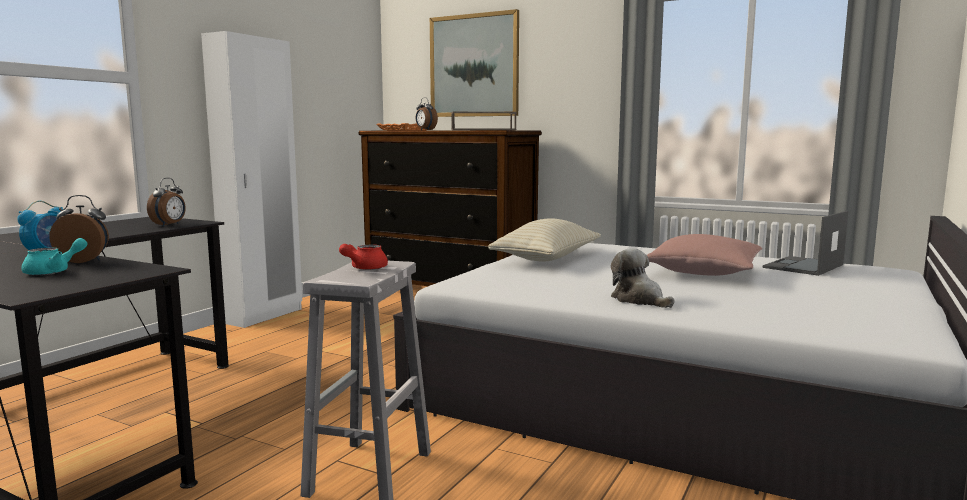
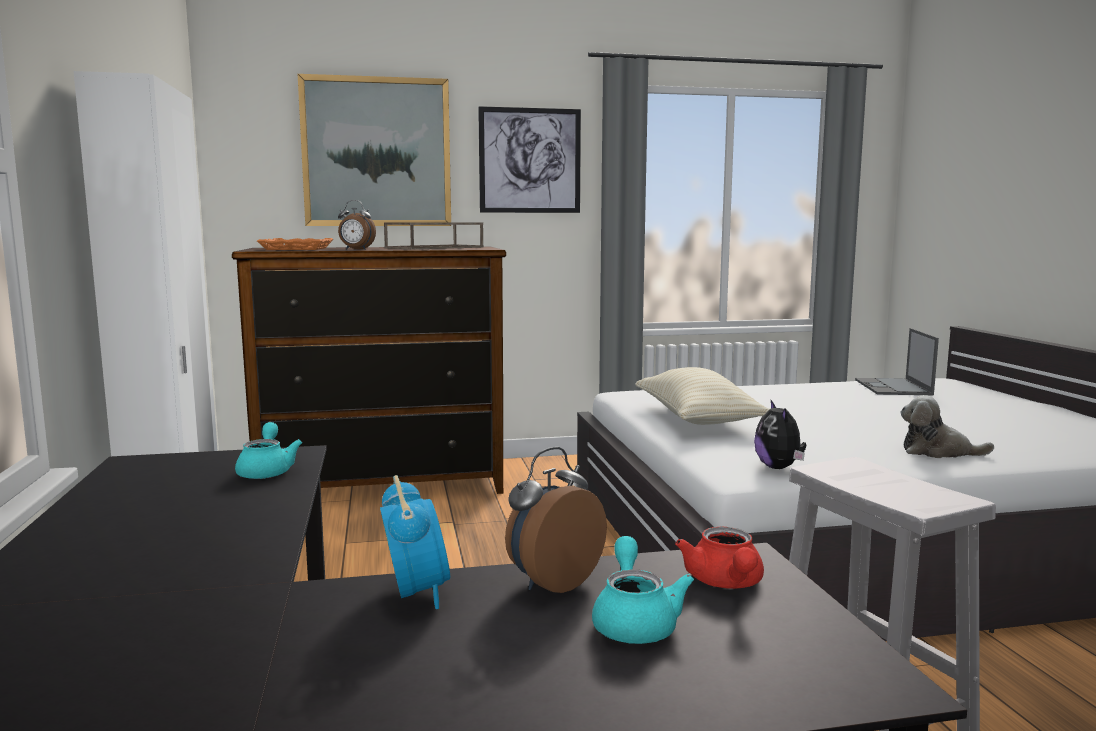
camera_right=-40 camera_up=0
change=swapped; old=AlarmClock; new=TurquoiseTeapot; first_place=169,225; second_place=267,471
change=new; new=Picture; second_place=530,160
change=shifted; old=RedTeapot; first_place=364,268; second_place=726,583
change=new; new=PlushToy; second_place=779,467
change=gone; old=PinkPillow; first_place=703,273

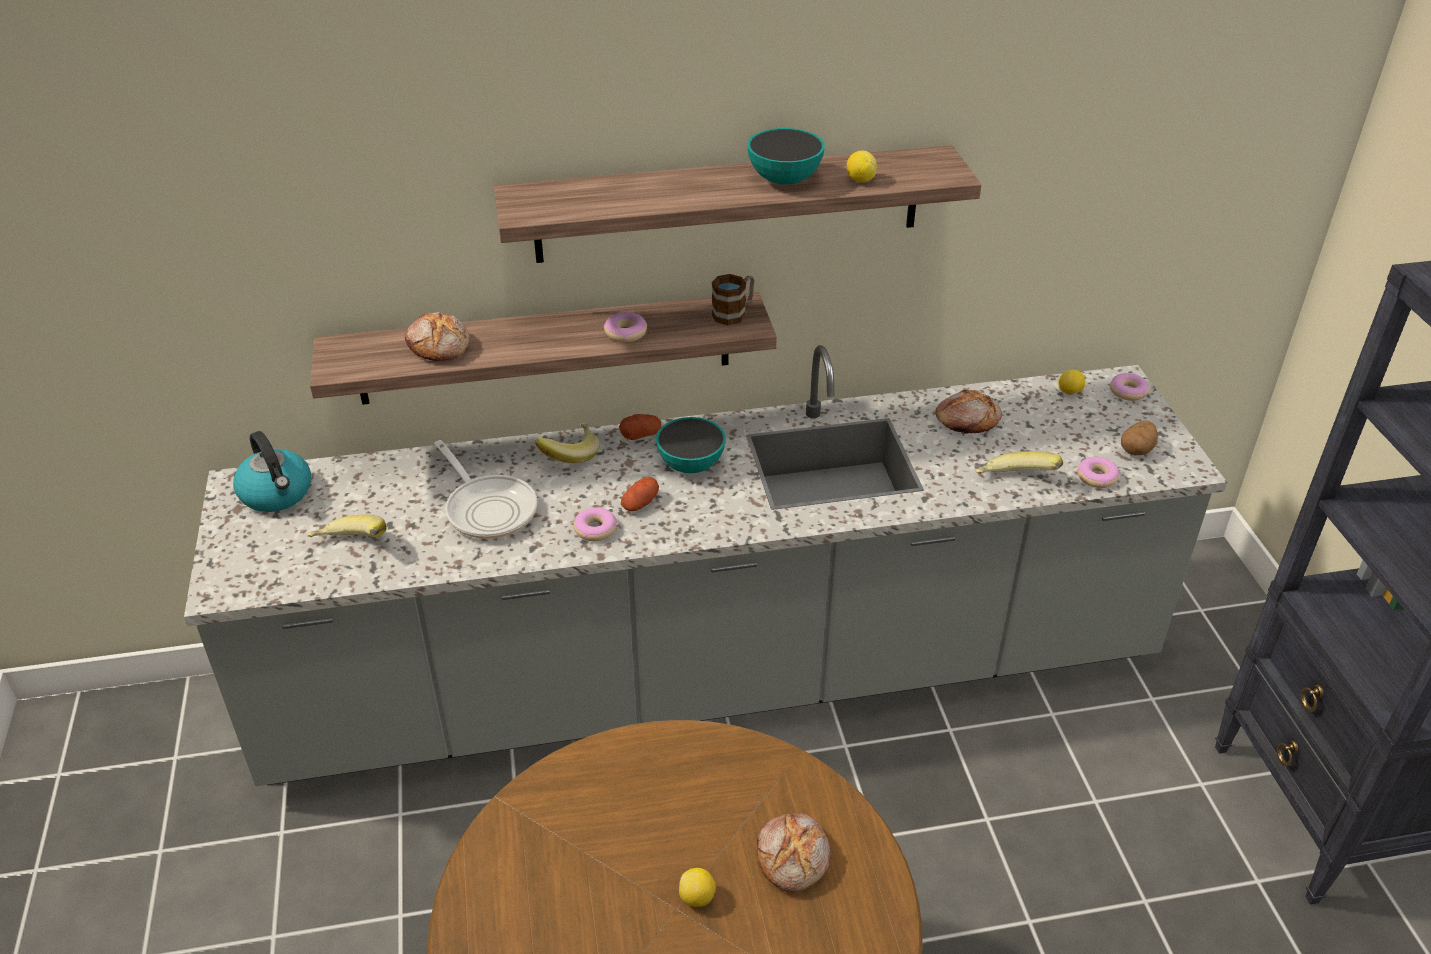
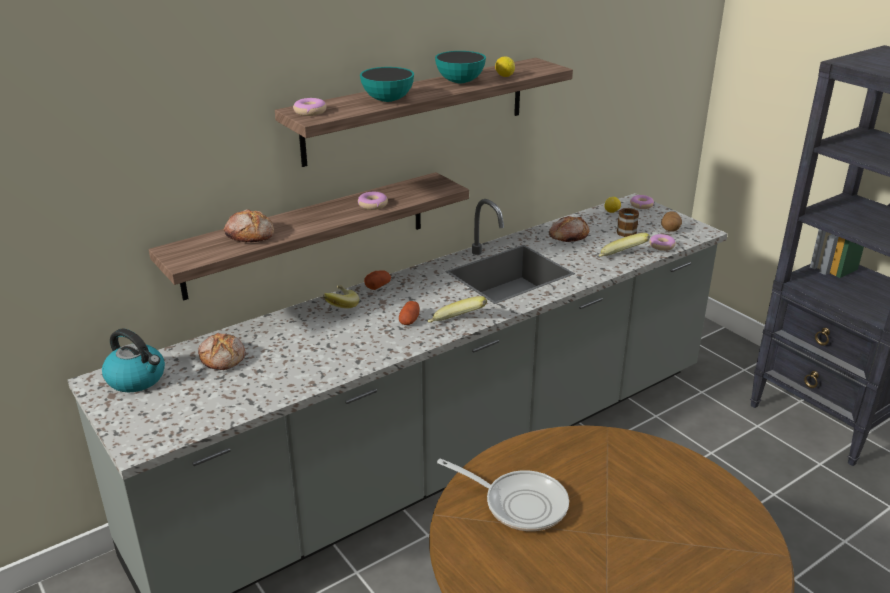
camera_right=-25 camera_up=-10
change=shifted; old=Bread; first_place=794,857; second_place=223,358
change=shifted; old=Donut; first_place=595,529; second_place=310,112
change=shifted; old=Bowl; first_place=691,465; second_place=387,100
change=shifted; old=Banana; first_place=351,547; second_place=456,324
change=shifted; old=FryingPan; first_place=488,508; second_place=519,503
change=shifted; old=Mug; first_place=734,313; second_place=627,231
change=gone; old=Lemon; first_place=697,898

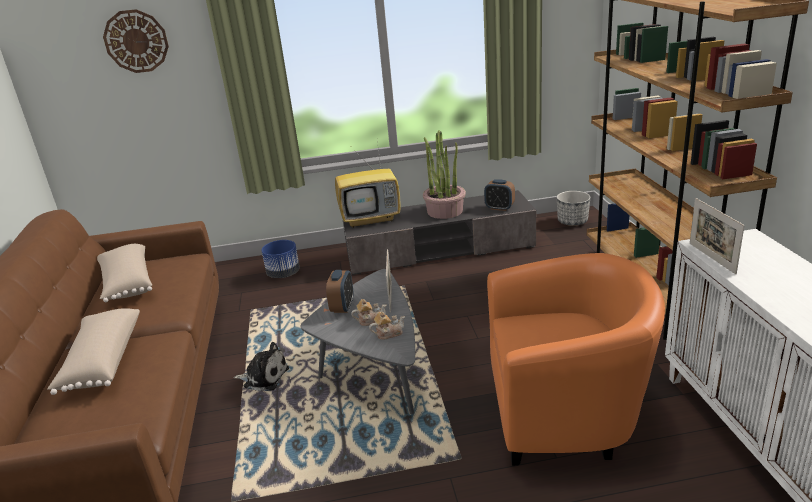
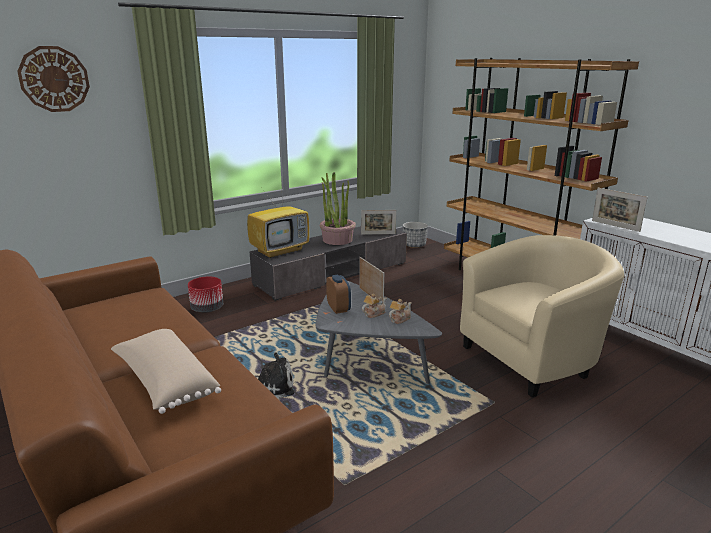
camera_right=-30 camera_up=-5
change=repainted; old=BluePlanter; new=RedPlanter; first_place=284,274; second_place=207,309
change=swapped; old=AlarmClock; new=PictureFrame; first_place=499,208; second_place=378,234
change=repainted; old=OrangeArmchair; new=BeigeArmchair; first_place=566,414; second_place=533,358
change=gone; old=BeigePillow; first_place=127,283

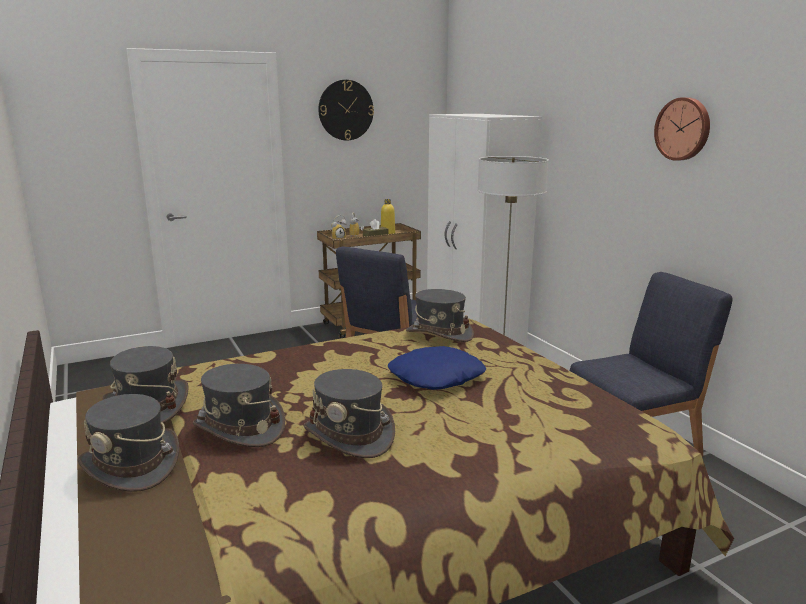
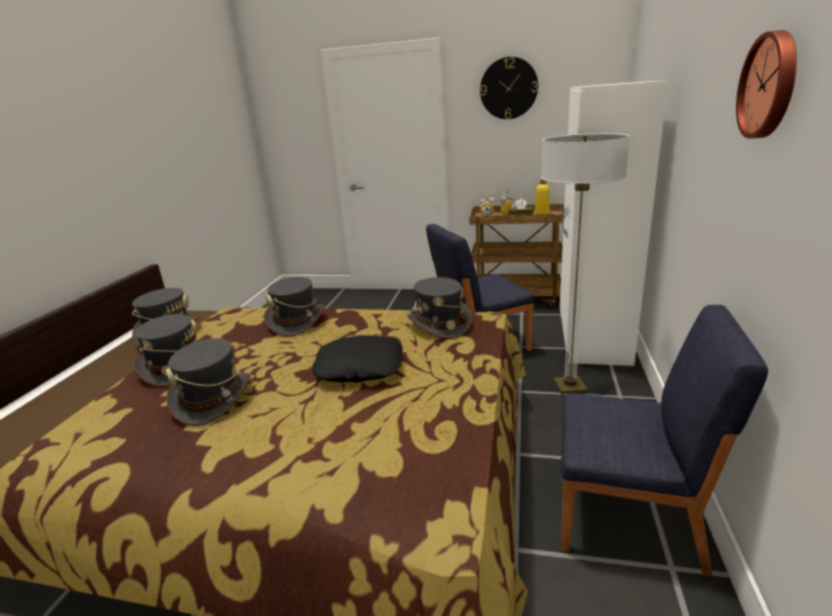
camera_right=40 camera_up=5
change=shifted; old=GreyHat; first_place=132,465; second_place=296,322
change=repainted; old=BluePillow; new=BlackPillow; first_place=436,377; second_place=360,367

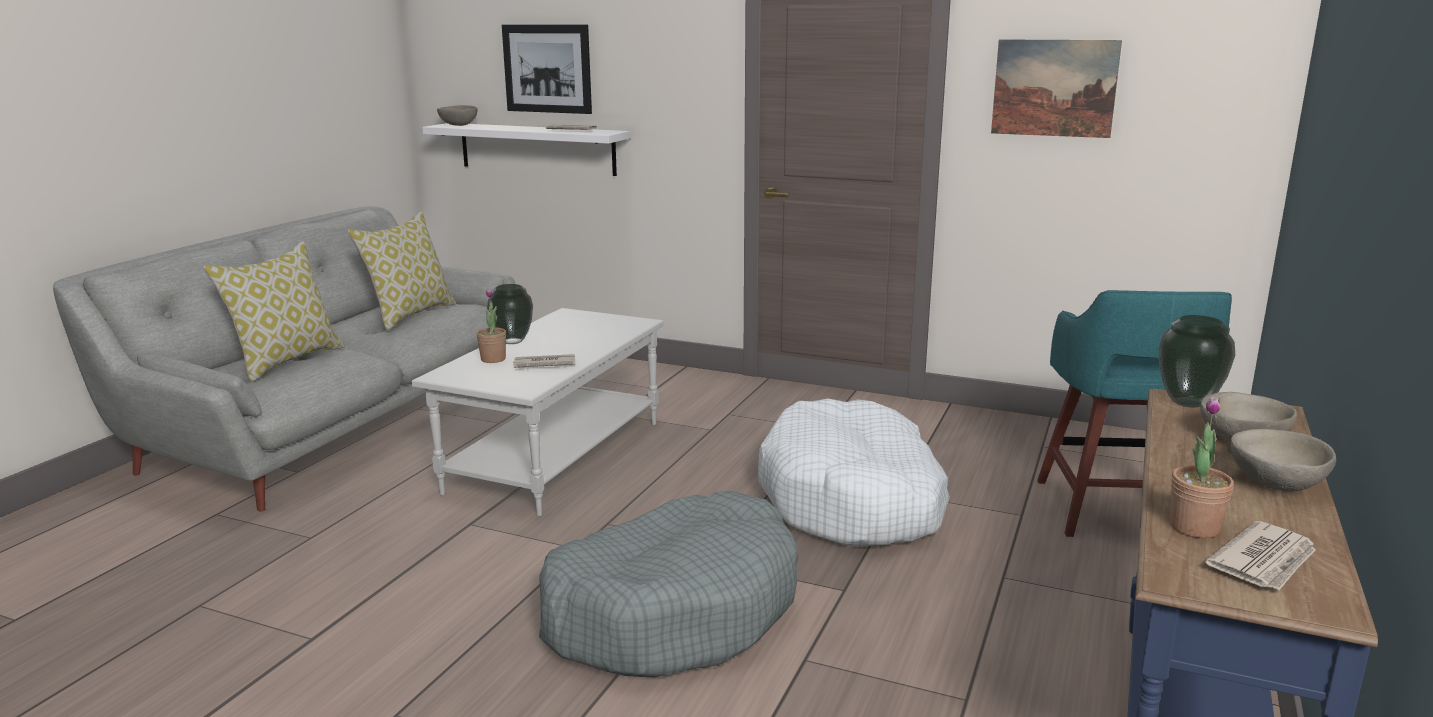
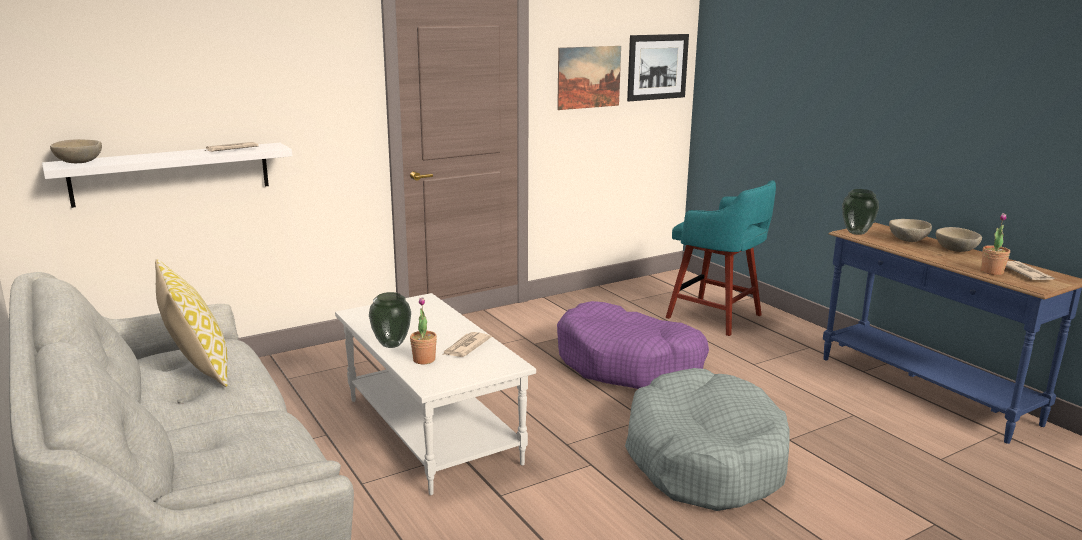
camera_right=-55 camera_up=0
change=repainted; old=WhiteDogBed; new=PurpleDogBed; first_place=853,499; second_place=629,364
change=shifted; old=Picture; first_place=547,68; second_place=657,67
change=gone; old=Pillow; first_place=286,361

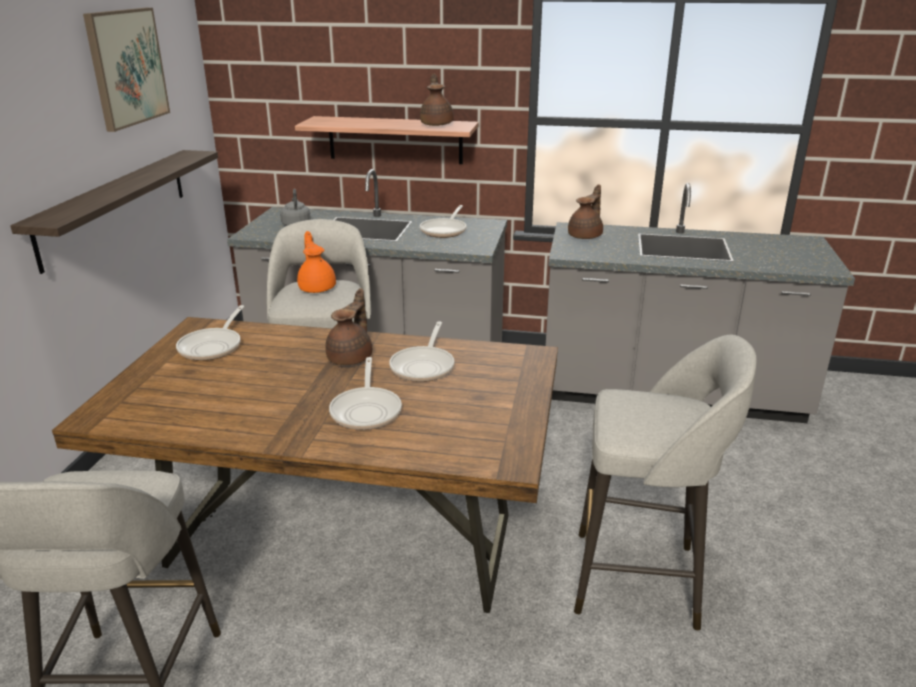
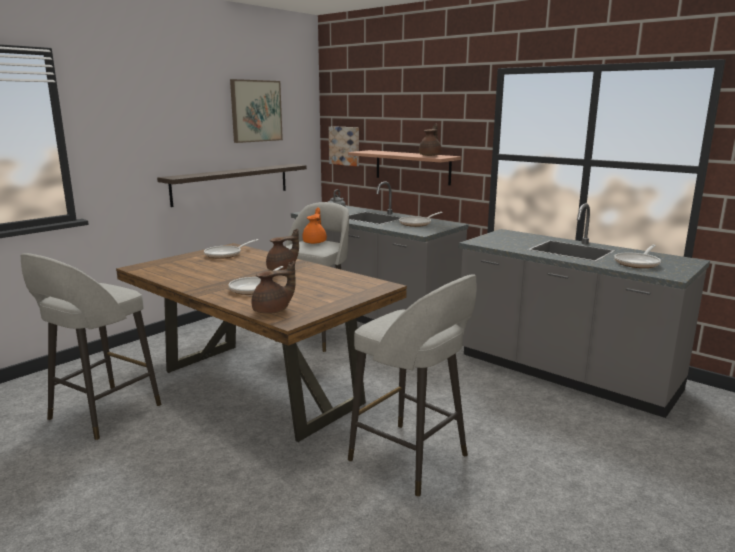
camera_right=30 camera_up=-10
change=shifted; old=BrownTeapot; first_place=586,236; second_place=272,310
change=new; new=Picture; second_place=345,146
change=shifted; old=FryingPan; first_place=424,366; second_place=638,263

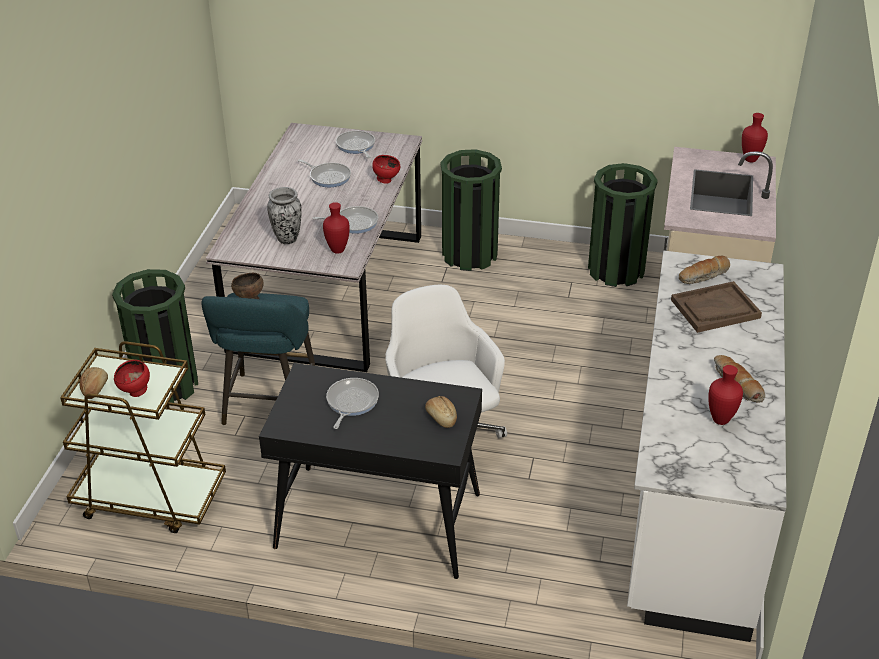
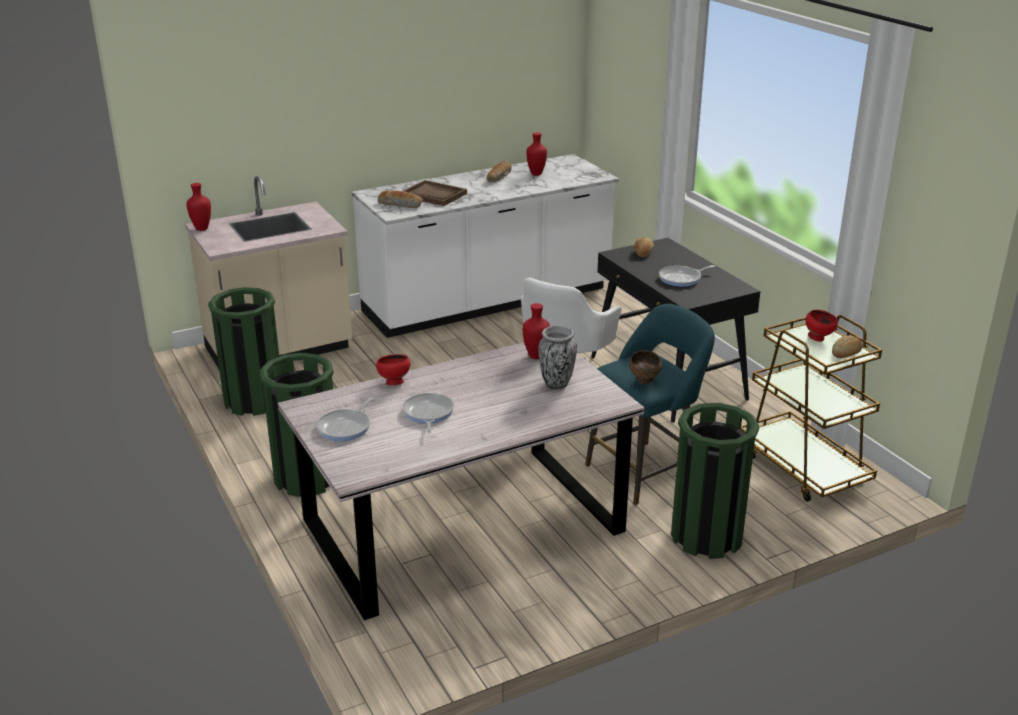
camera_right=-130 camera_up=-10
change=gone; old=FryingPan; first_place=353,223

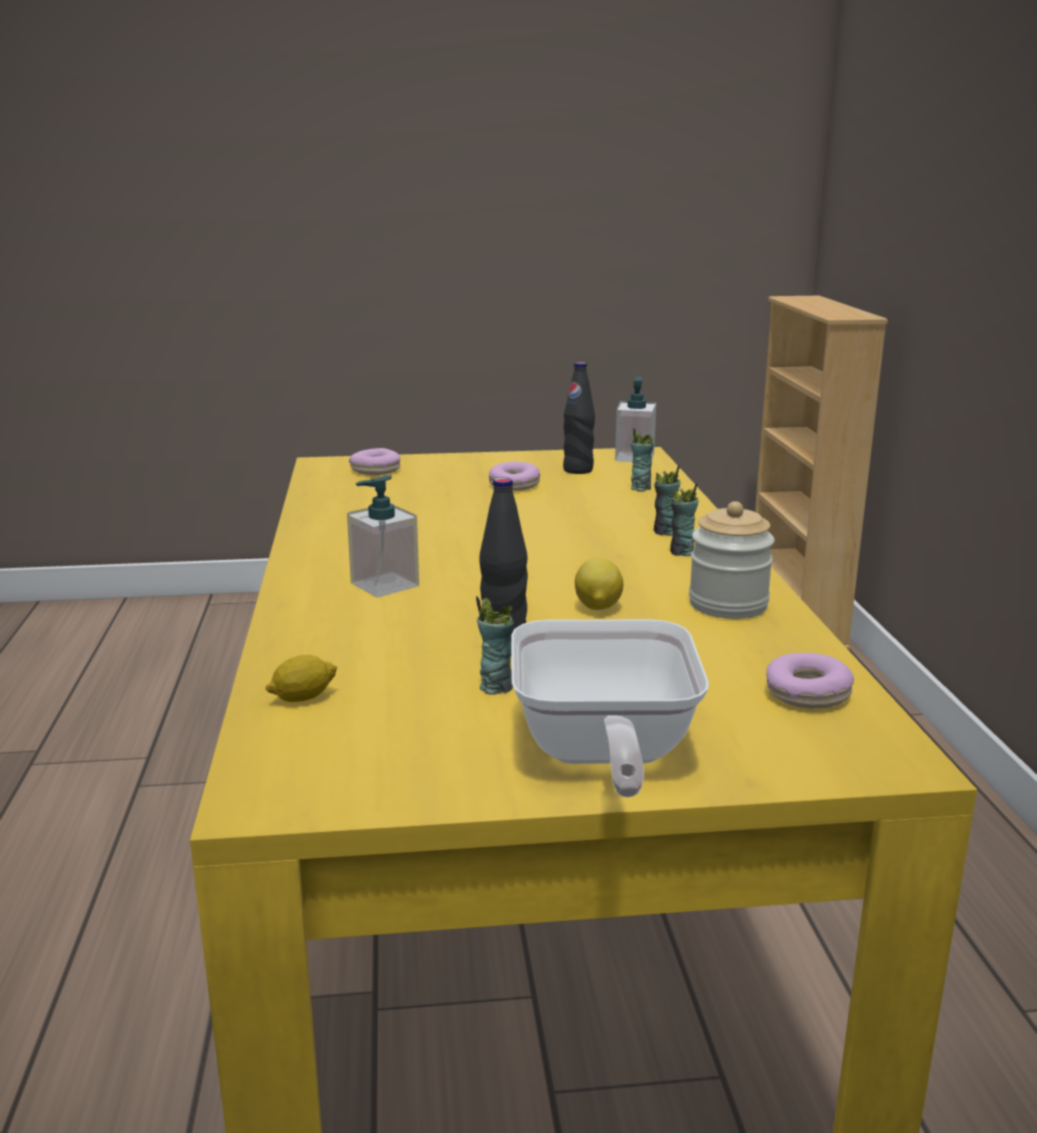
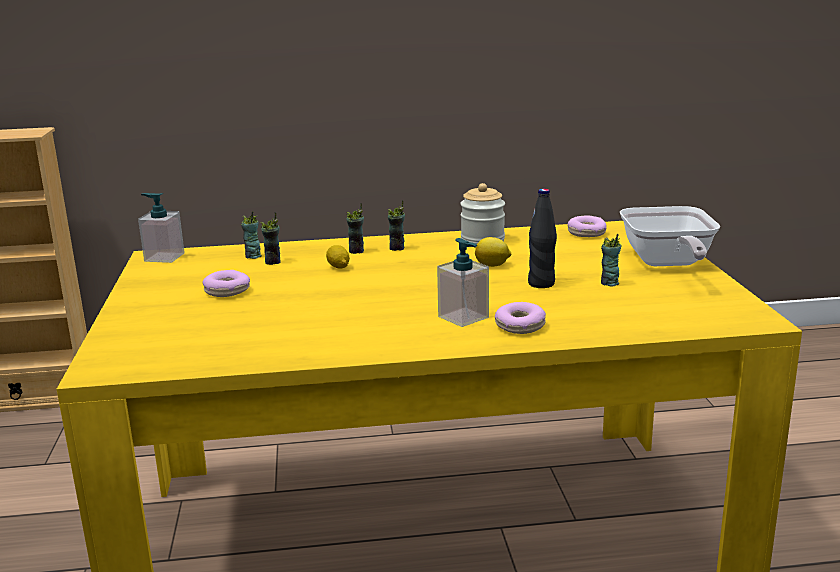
camera_right=-90 camera_up=0
change=new; new=Cup; second_place=273,262
change=shifted; old=Lemon; first_place=302,697; second_place=338,266
change=shifted; old=Donut; first_place=375,470; second_place=520,326
change=rotated; old=FryingPan; first_place=602,755; second_place=667,264; degrees=90
change=gone; old=BlackBottle; first_place=578,470

